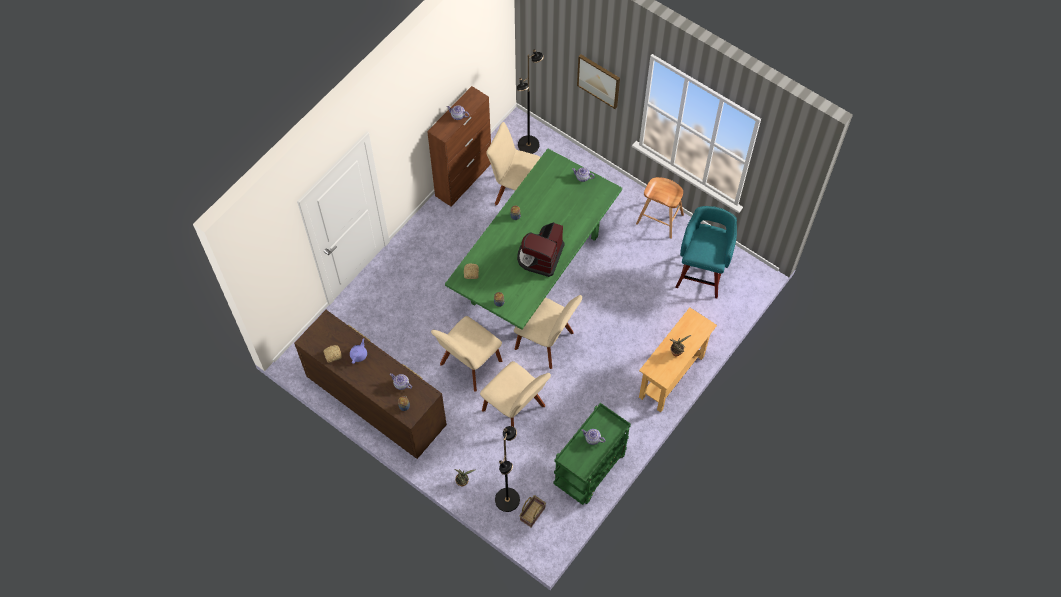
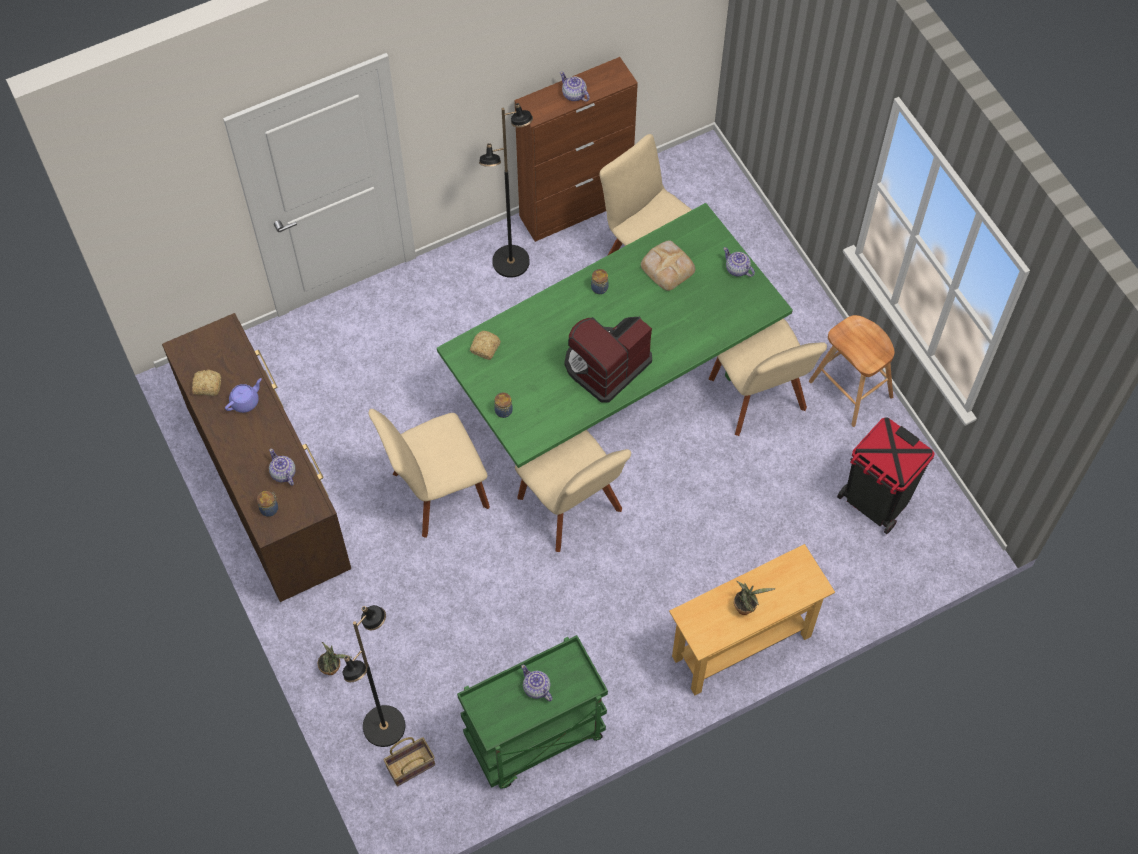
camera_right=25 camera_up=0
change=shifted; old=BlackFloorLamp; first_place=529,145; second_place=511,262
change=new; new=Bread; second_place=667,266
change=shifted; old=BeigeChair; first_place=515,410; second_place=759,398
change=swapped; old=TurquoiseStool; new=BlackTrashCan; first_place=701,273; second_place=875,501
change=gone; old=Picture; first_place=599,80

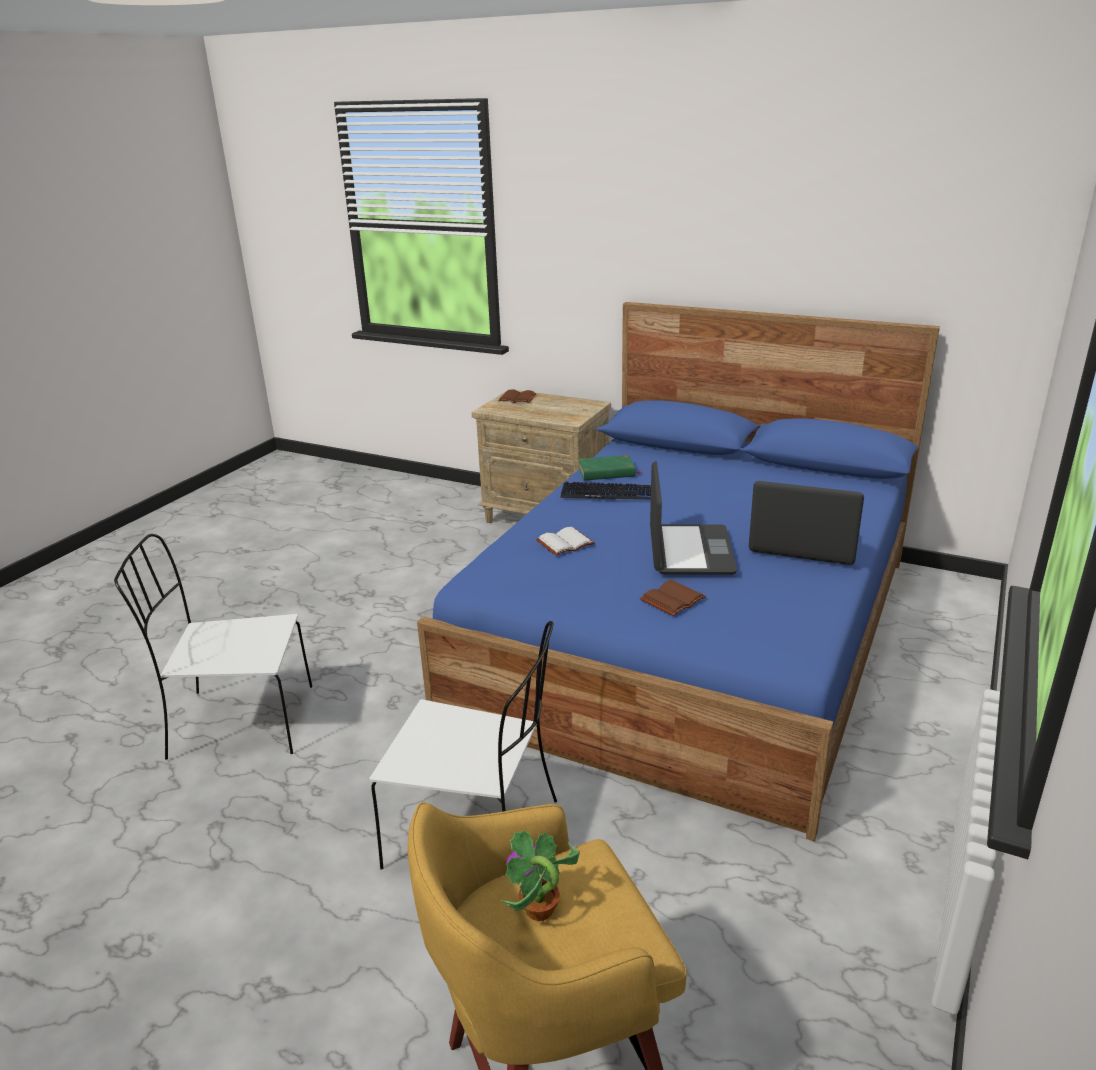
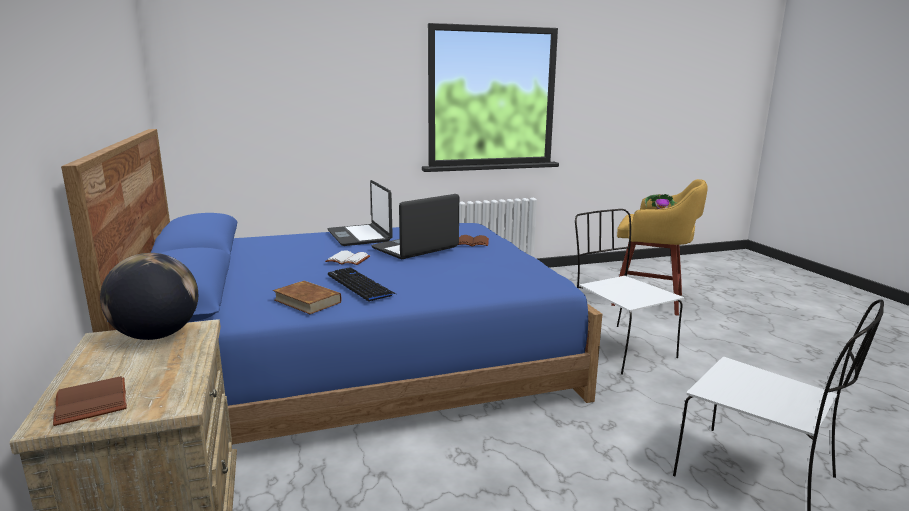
camera_right=-135 camera_up=-10
change=new; new=Globe; second_place=157,335
change=repainted; old=GreenBook; new=BrownBook; first_place=607,472; second_place=307,301
change=shifted; old=WhiteBook; first_place=565,542; second_place=347,260

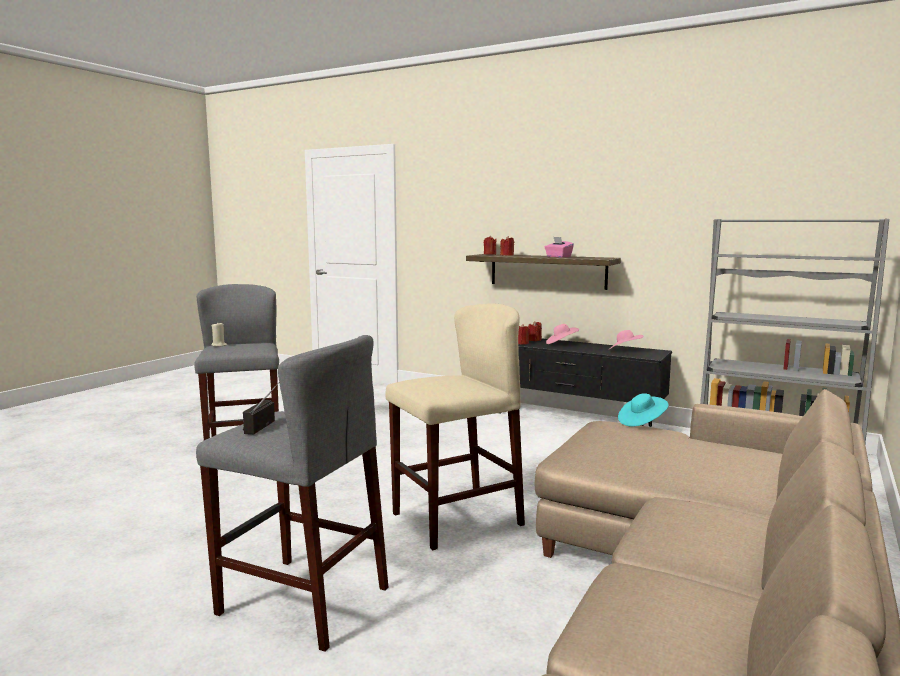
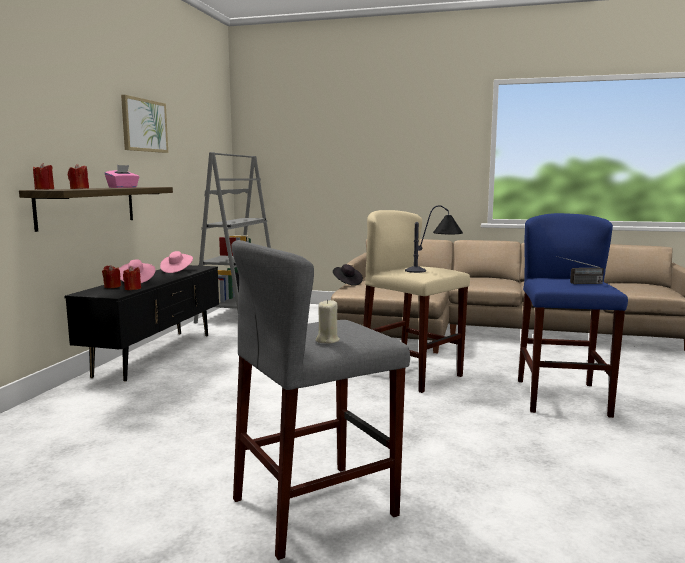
camera_right=-105 camera_up=0
change=new; new=Picture; second_place=144,125
change=repainted; old=TurquoiseHat; new=BlackHat; first_place=642,422; second_place=347,283
change=new; new=TableLamp; second_place=435,269
change=repainted; old=GreyStool; new=BlueStool; first_place=303,600; second_place=561,398

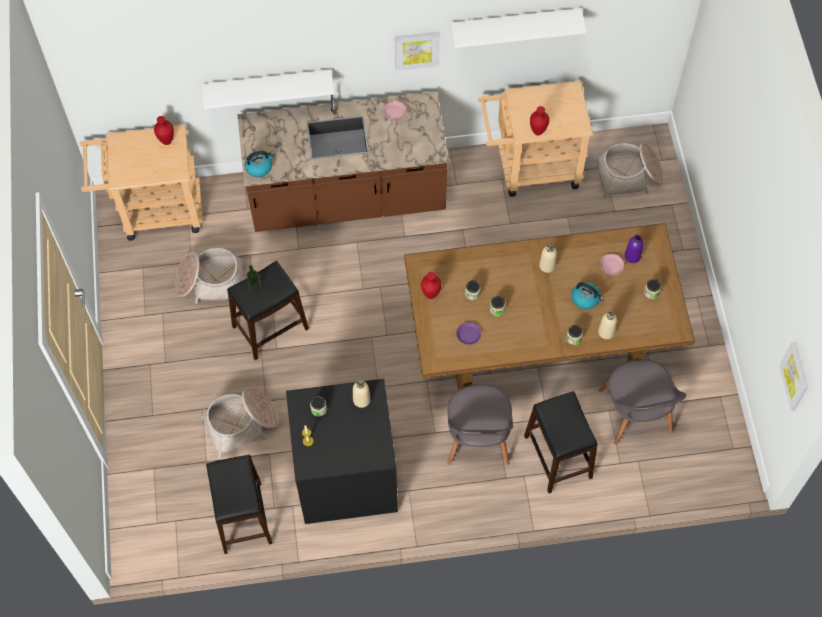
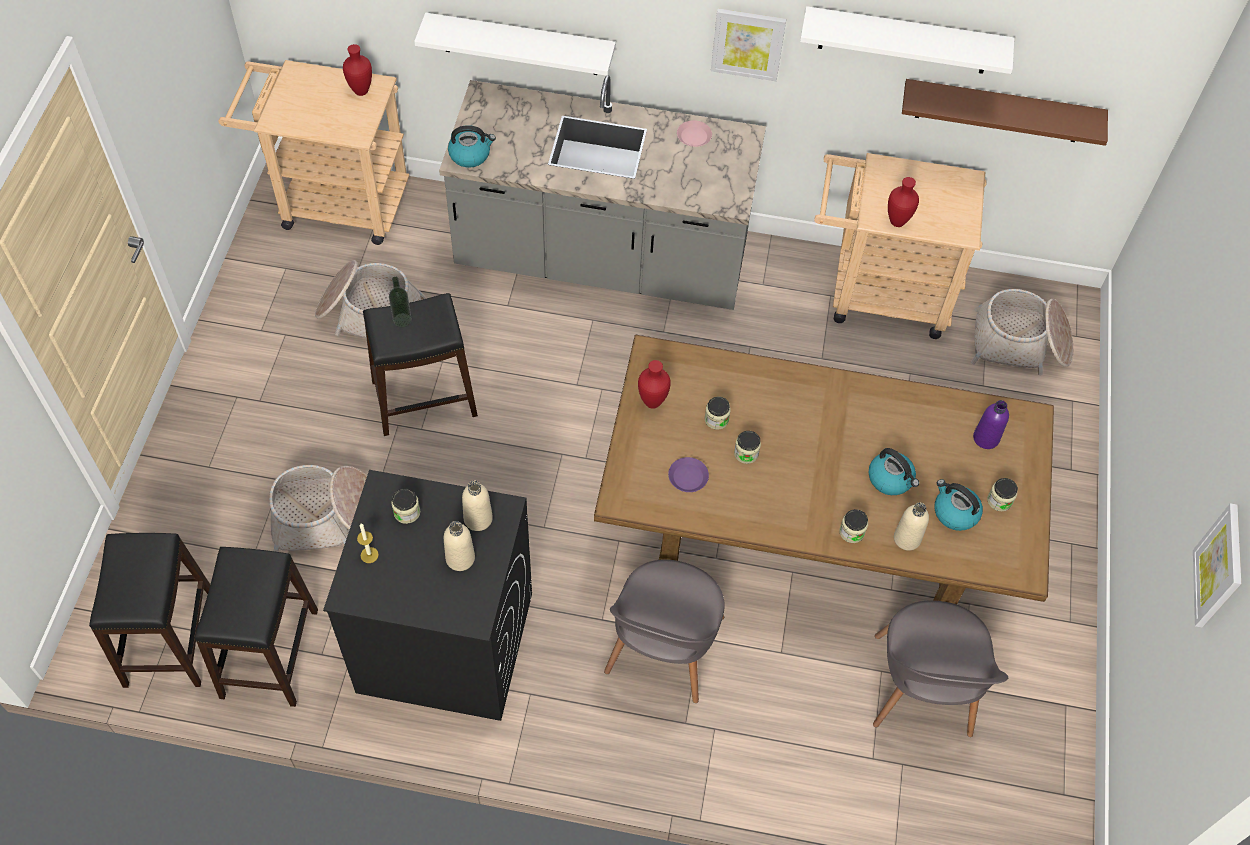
camera_right=15 camera_up=-5
change=shifted; old=BlackStool; first_place=557,457; second_place=168,638
change=repainted; old=BrownCounter; new=GreyCounter; first_place=347,198; second_place=602,259
change=shifted; old=BeigeBottle; first_place=547,265; second_place=460,558
change=new; new=BrownShelf; second_place=1000,111
change=new; new=Kettle; second_place=954,512
change=shifted; old=Picture; first_place=795,376; second_place=1219,566
change=gone; old=PinkPlate; first_place=611,266

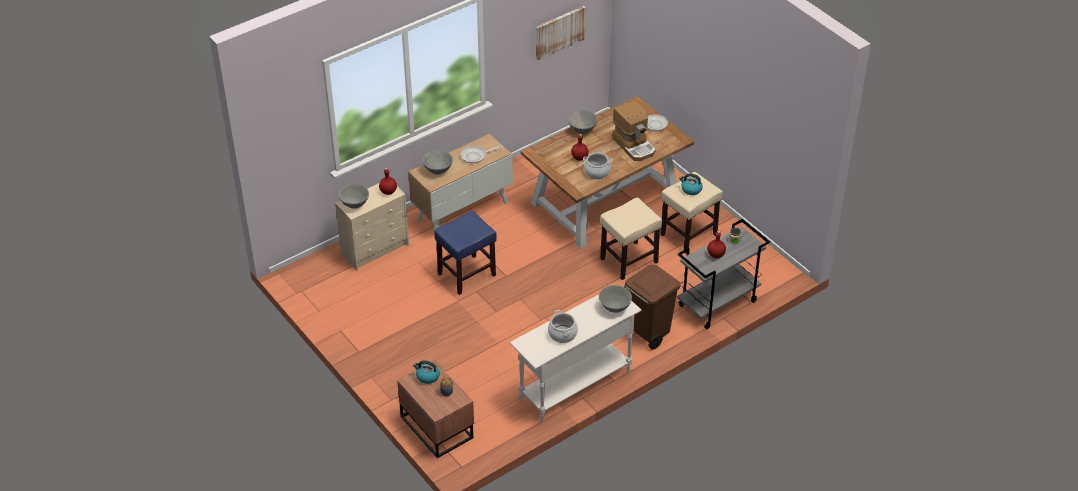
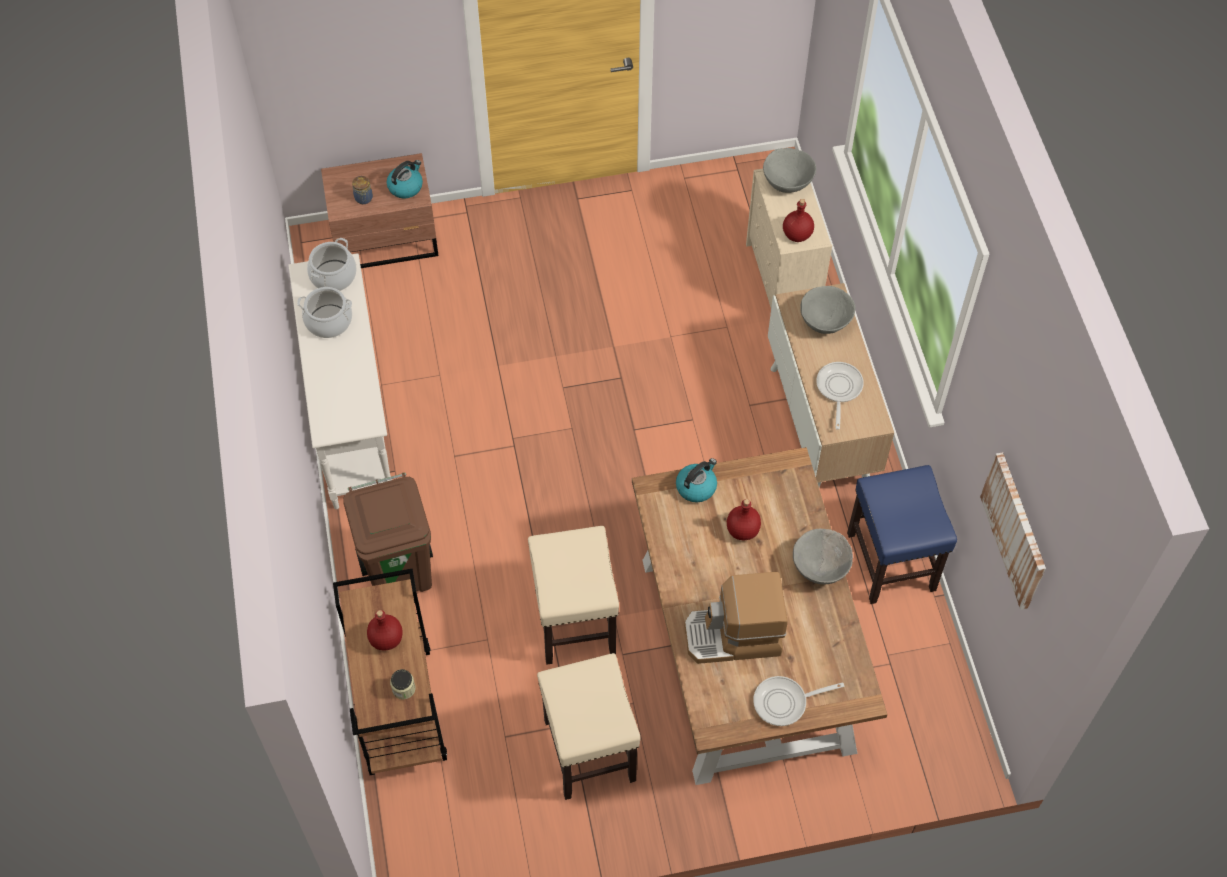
camera_right=115 camera_up=15
change=shifted; old=CookingPot; first_place=597,172; second_place=333,276
change=repainted; old=GreyCart; new=BrownCart; first_place=717,304; second_place=398,709
change=shifted; old=Kettle; first_place=691,189; second_place=696,487
change=shifted; old=BlueStool; first_place=467,274; second_place=892,562
change=gone; old=GreyBowl; first_place=614,308

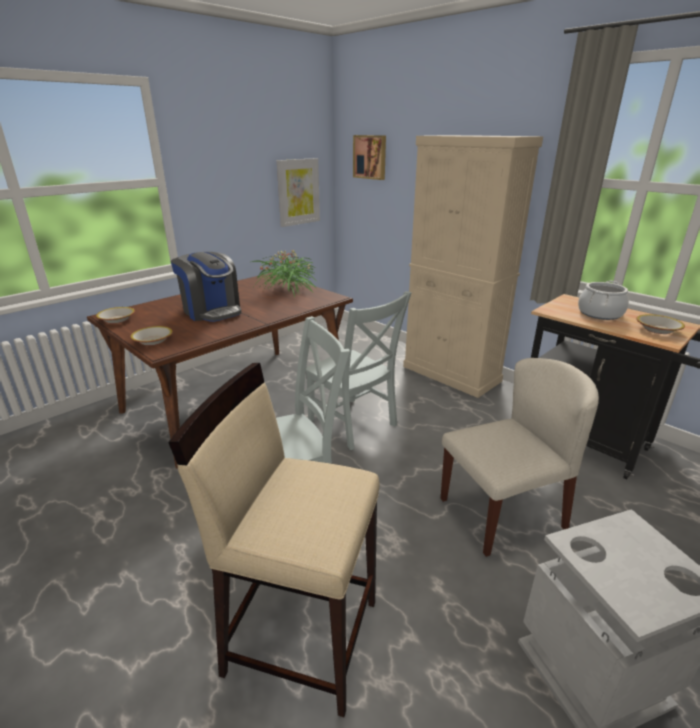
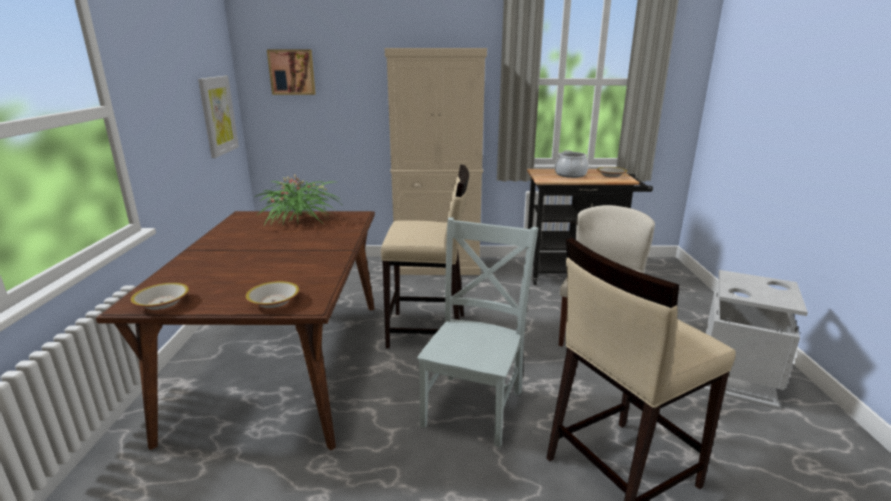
camera_right=-45 camera_up=-5
change=swapped; old=GreyChair; new=BeigeStool; first_place=354,424; second_place=428,331
change=gone; old=CoffeeMachine; first_place=212,311

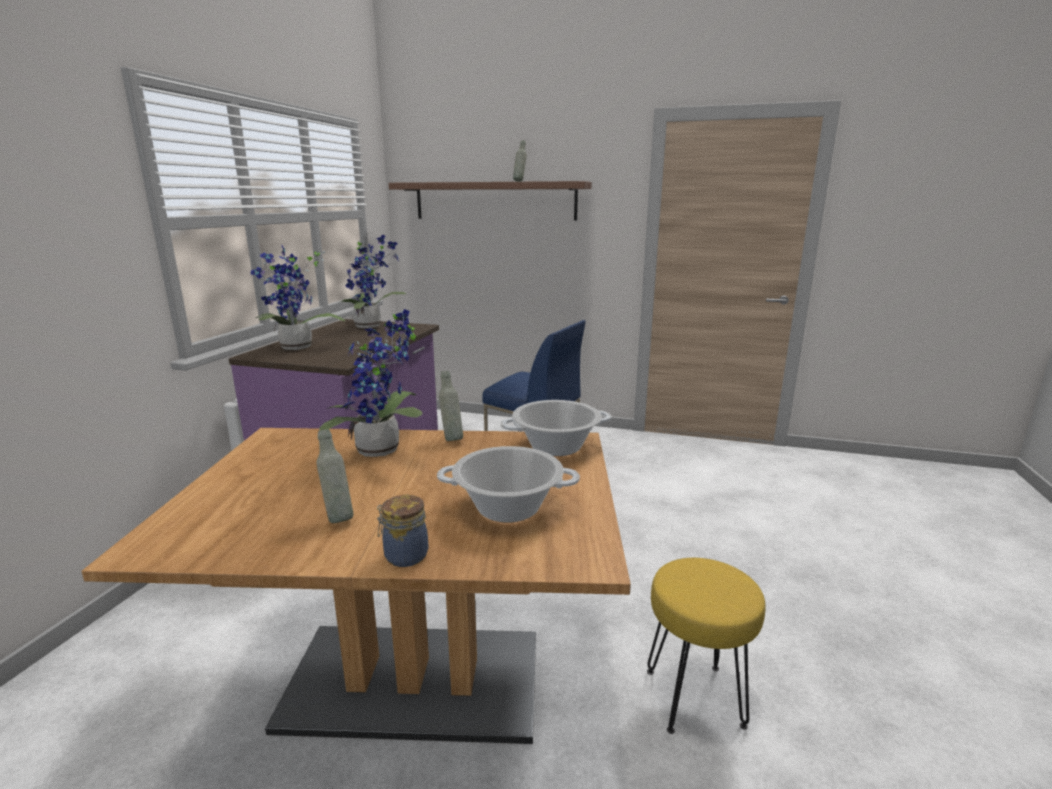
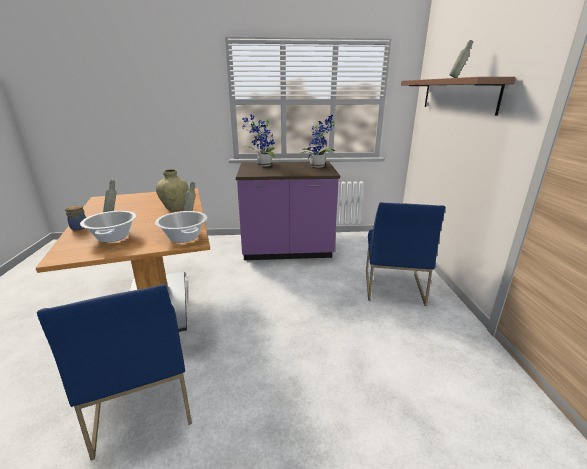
camera_right=70 camera_up=5
change=swapped; old=YellowStool; new=BlueChair; first_place=695,698; second_place=141,401
change=swapped; old=PottedPlant; new=BeigeVase; first_place=383,450; second_place=175,208

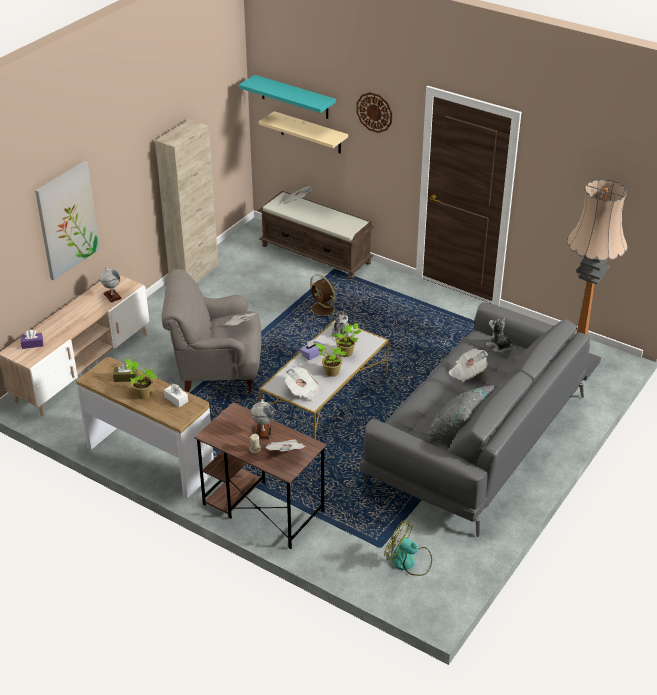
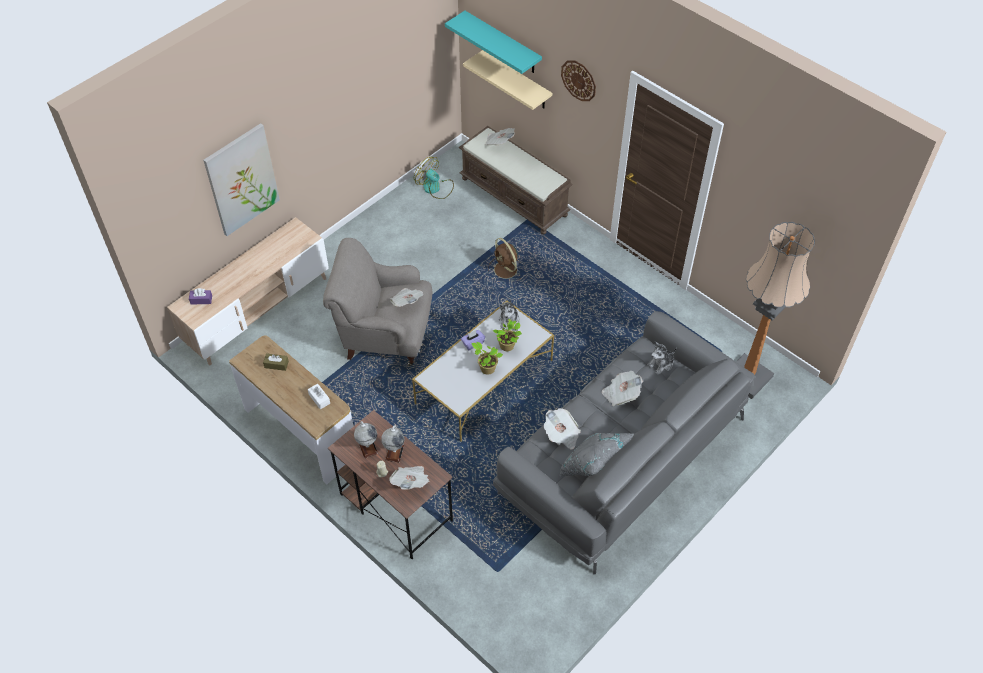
camera_right=10 camera_up=15
change=shifted; old=Globe; first_place=112,296; second_place=367,447
change=shifted; old=Fan; first_place=408,561; second_place=435,188
change=shifted; old=Newspaper; first_place=303,392; second_place=561,434
change=rotated; old=PlushToy; first_place=499,346; second_place=661,364; degrees=-90
change=gone; old=PottedPlant; first_place=142,394
change=gone; old=BeigeCabinet; first_place=194,274

